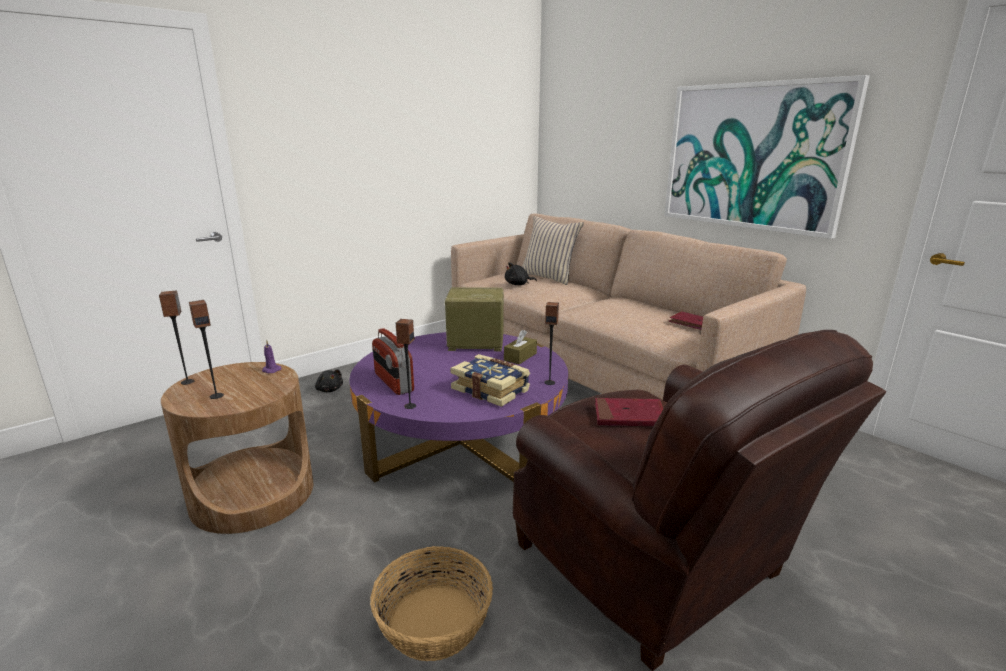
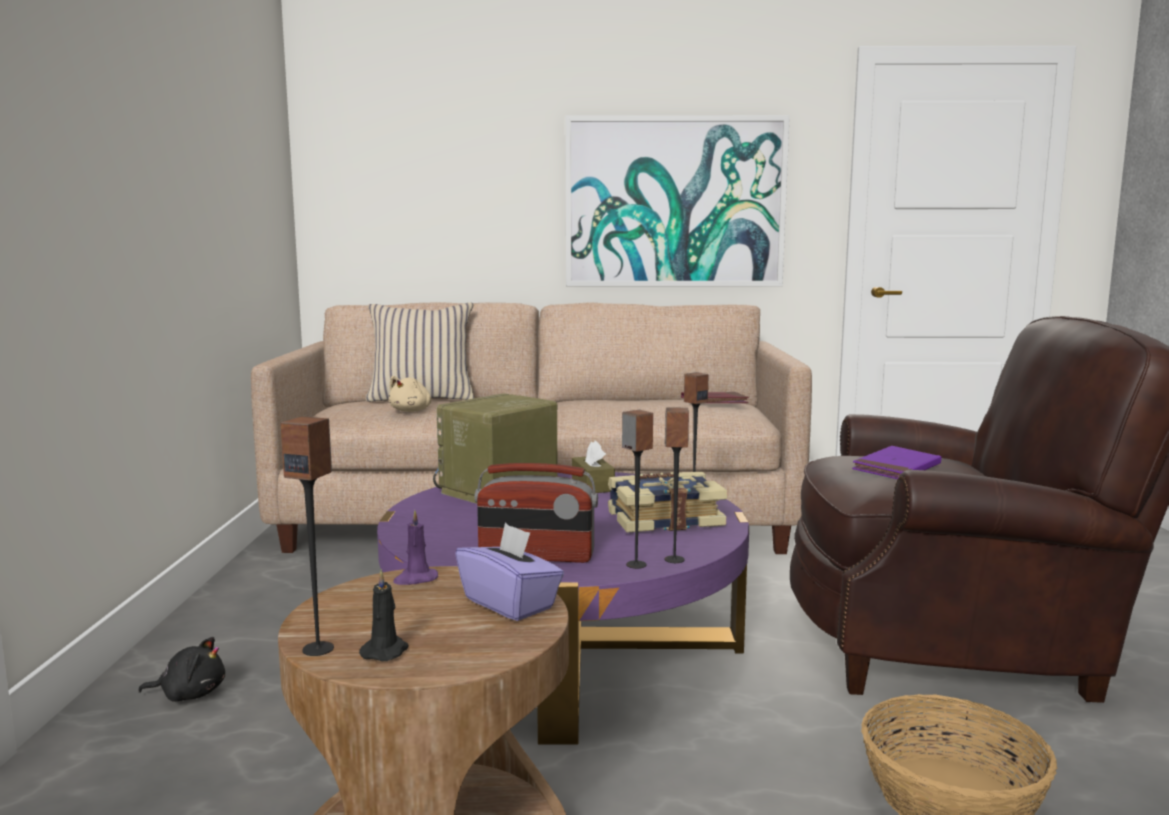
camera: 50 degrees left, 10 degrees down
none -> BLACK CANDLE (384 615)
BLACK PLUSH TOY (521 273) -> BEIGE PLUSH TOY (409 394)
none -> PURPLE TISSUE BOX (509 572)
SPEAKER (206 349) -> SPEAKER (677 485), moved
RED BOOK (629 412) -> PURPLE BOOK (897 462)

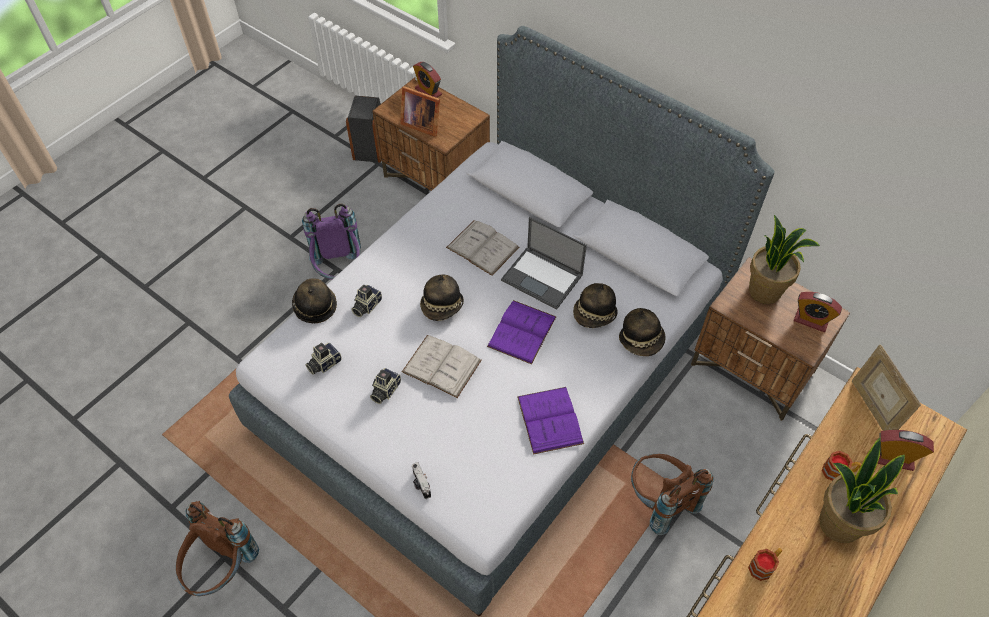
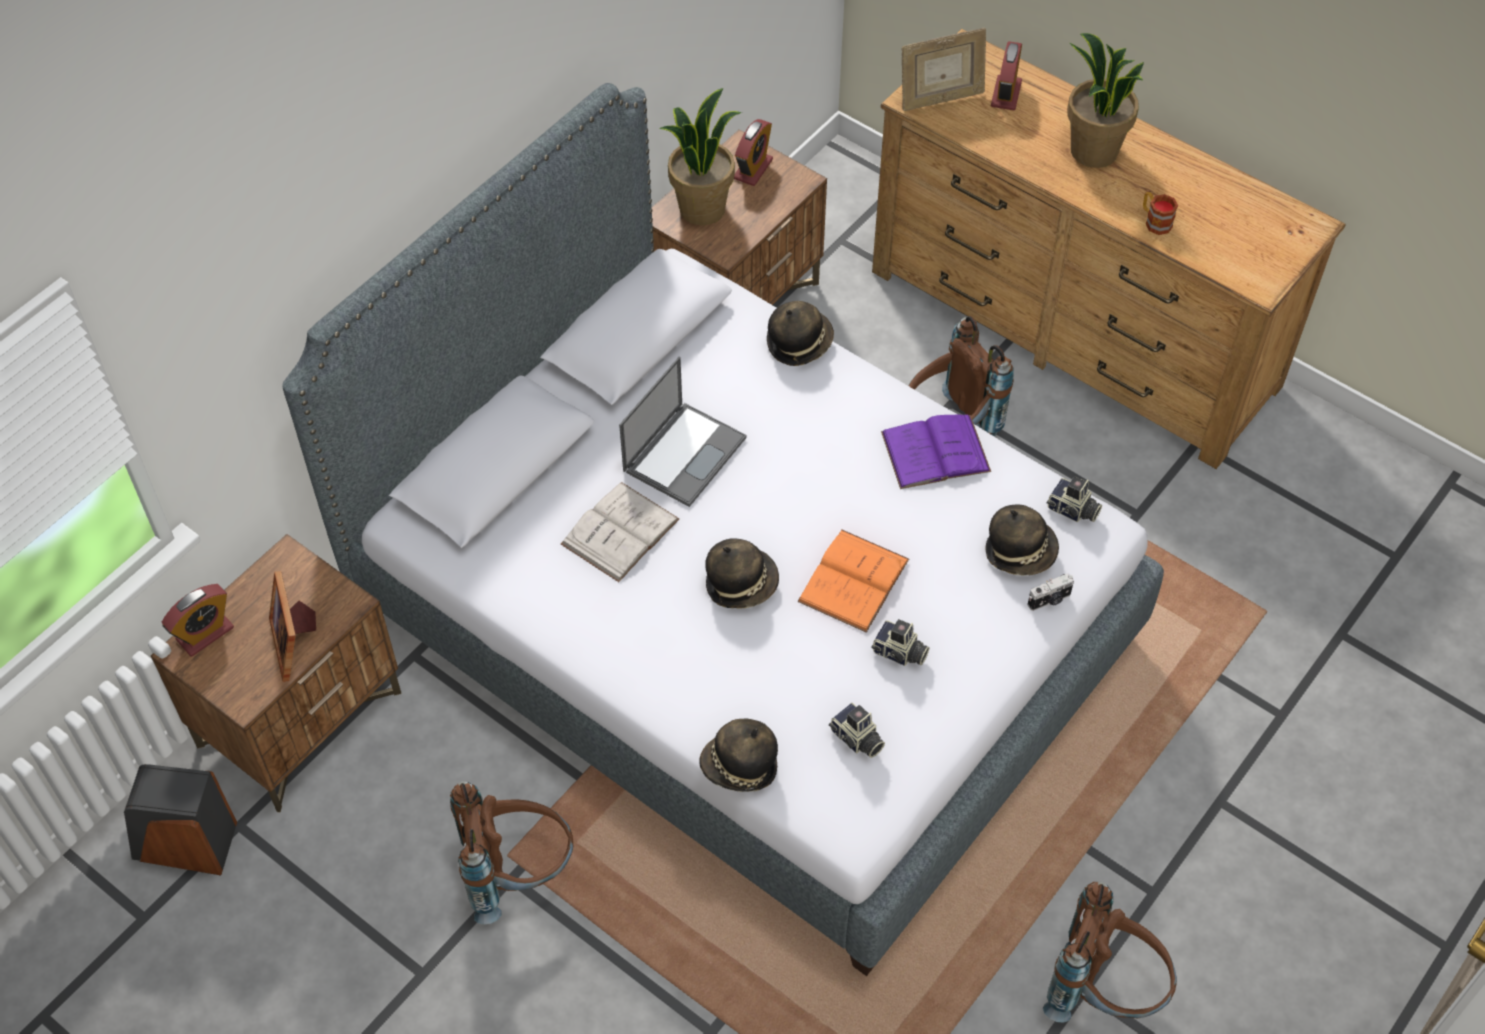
camera: 90 degrees left, 0 degrees up
PICTURE FRAME (420 111) -> PICTURE FRAME (292 626), 135 degrees clockwise
PURPLE BACKPACK (331 242) -> BROWN BACKPACK (511 852)
WHITE BOOK (442 366) -> ORANGE BOOK (853 581)
HAT (595 305) -> HAT (1022 540), moved
PHOTO CAMERA (367 301) -> PHOTO CAMERA (1074 499), moved
PURPLE BOOK (521 332) -> none
MUG (841 466) -> none

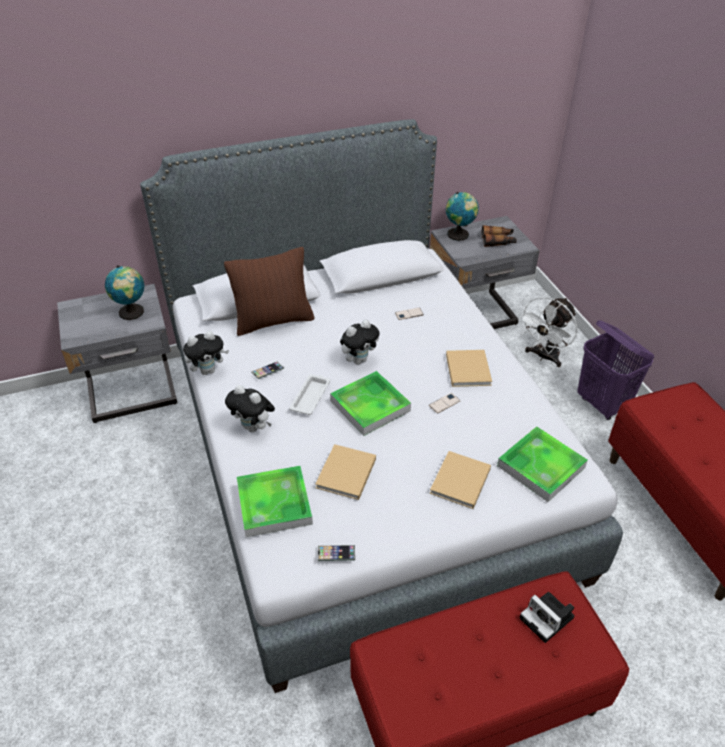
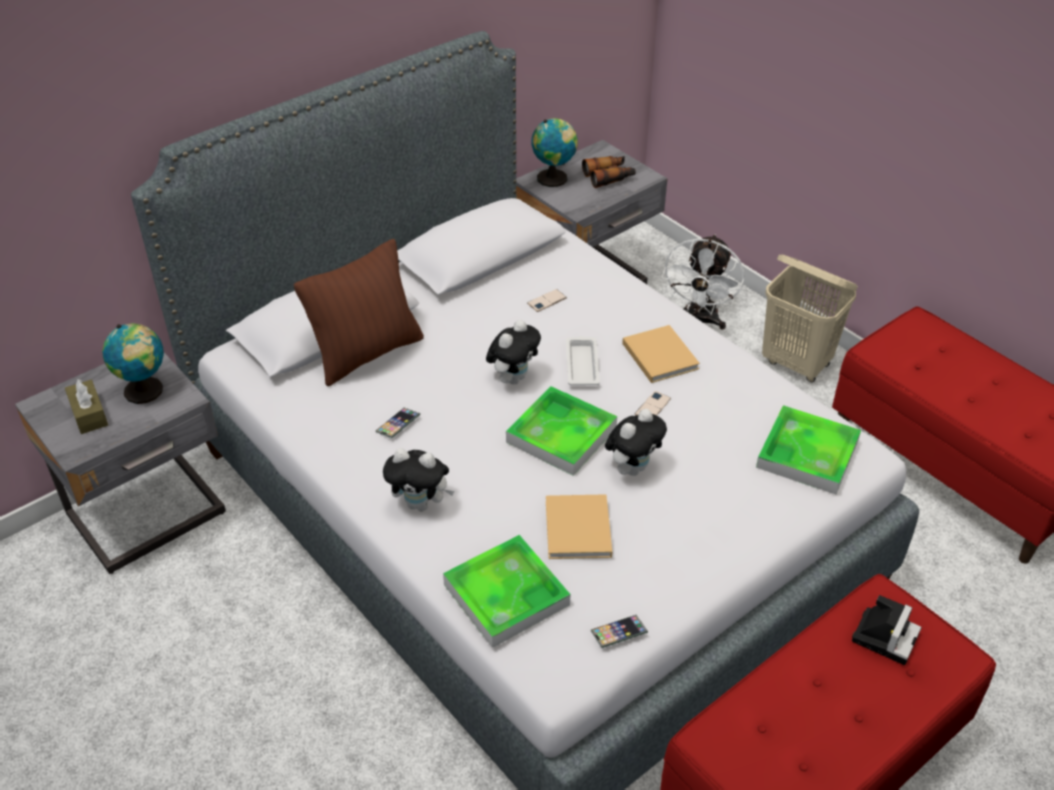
camera: 20 degrees left, 0 degrees up
none -> BROWN TISSUE BOX (86 406)
WHITE TRAY (309 394) -> WHITE TRAY (583 360), moved
PLUSH TOY (206 353) -> PLUSH TOY (636 442), moved
PURPLE LAUNDRY BASKET (616 370) -> BEIGE LAUNDRY BASKET (810 318)
PHOTO CAMERA (547 617) -> PHOTO CAMERA (887 630), 90 degrees counterclockwise
BEIGE BOOK (460 480) -> none

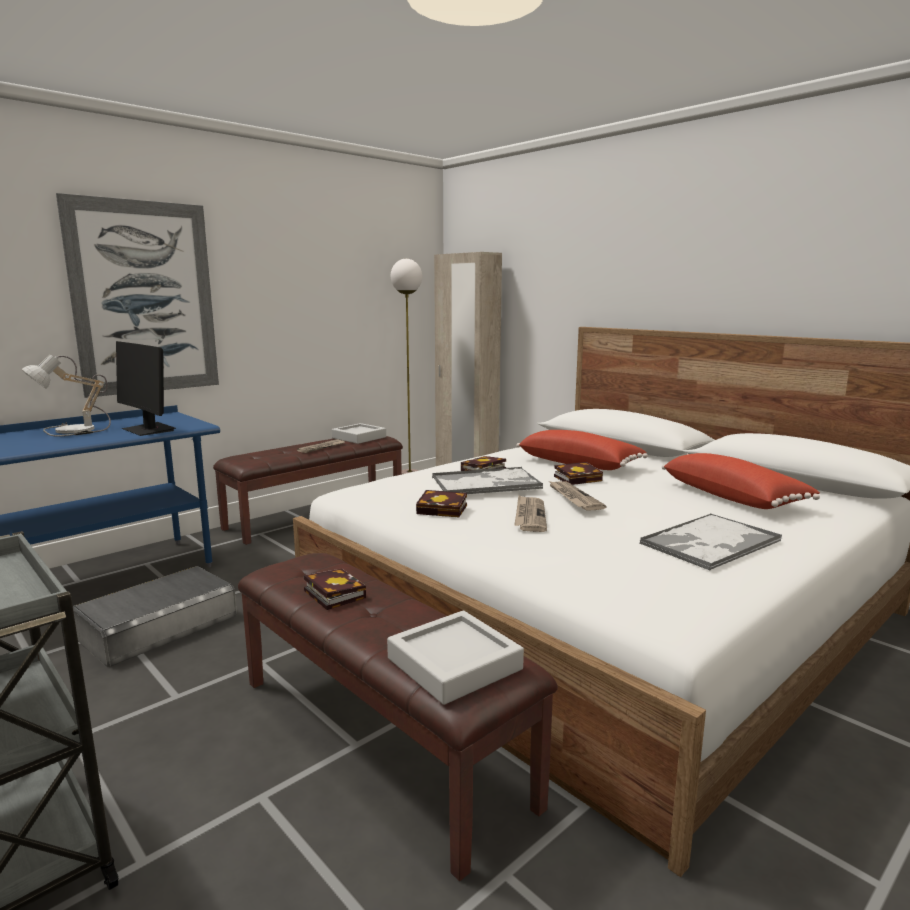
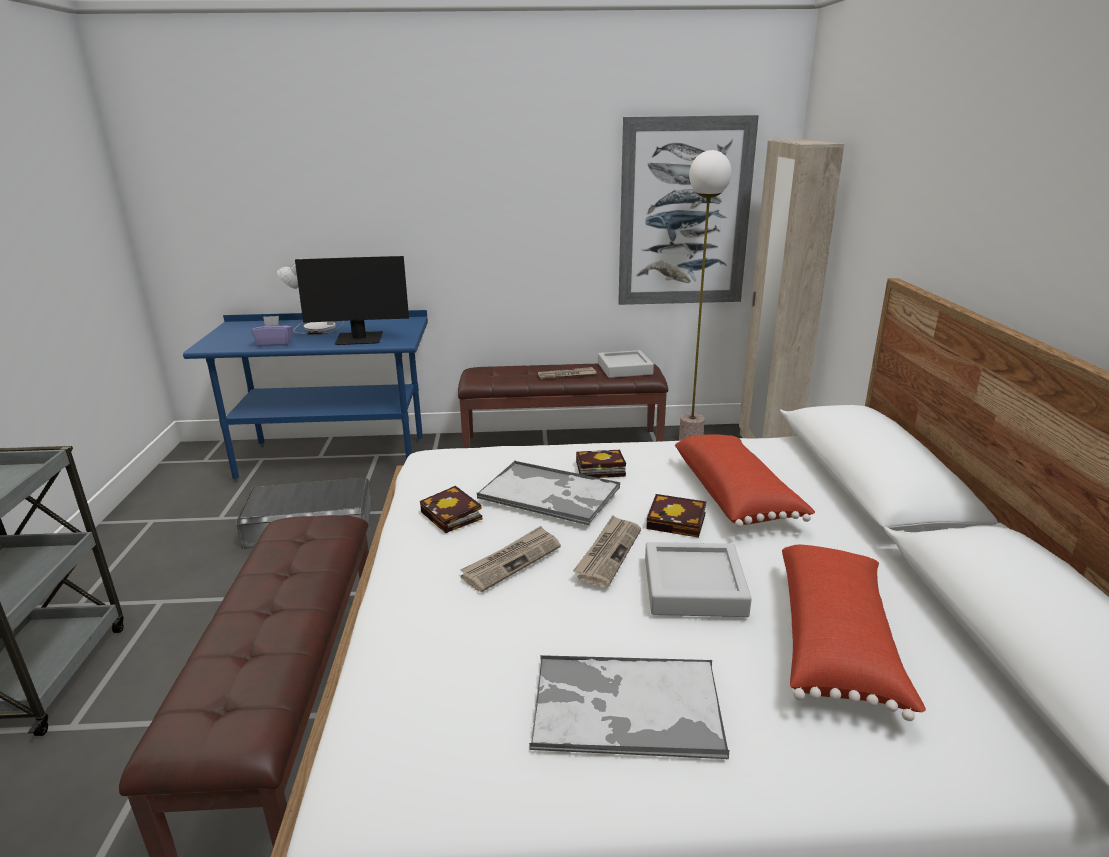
camera: 40 degrees right, 10 degrees up
none -> PURPLE TISSUE BOX (271 331)
MONITOR (146 388) -> MONITOR (352 300), 90 degrees counterclockwise
PICTURE (137 295) -> PICTURE (688 210), moved
GREY TRAY (455 657) -> GREY TRAY (698 579), moved
BOOK (335 589) -> none

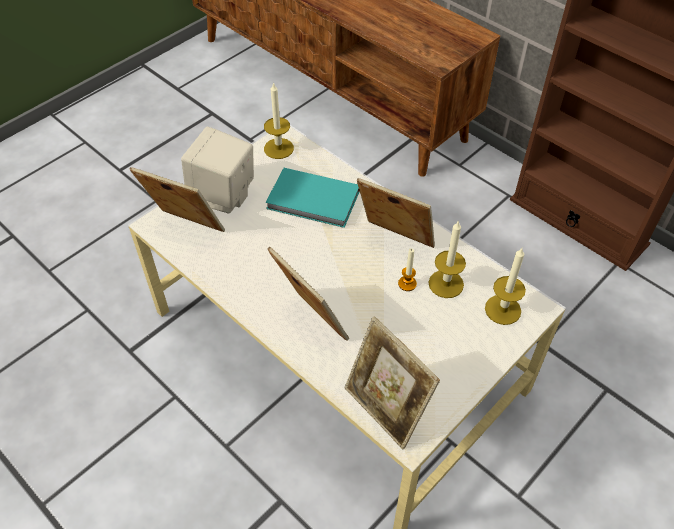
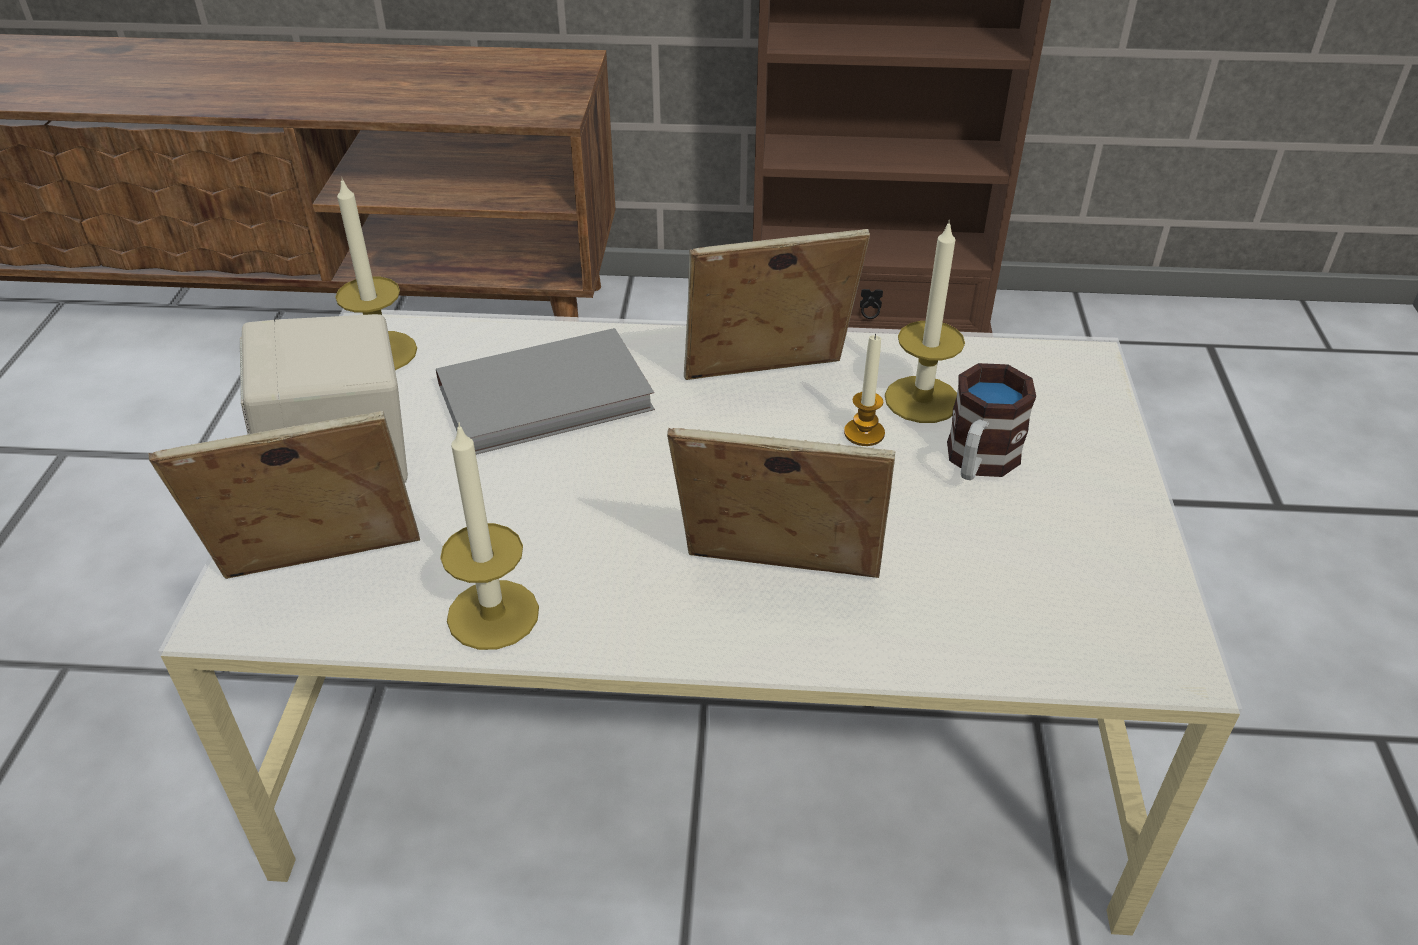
camera: 40 degrees left, 10 degrees down
TURQUOISE BOOK (312 198) -> GREY BOOK (545 391)
CANDLE (505 286) -> CANDLE (489 536), moved
none -> MUG (991 421)
PICTURE FRAME (392 382) -> none

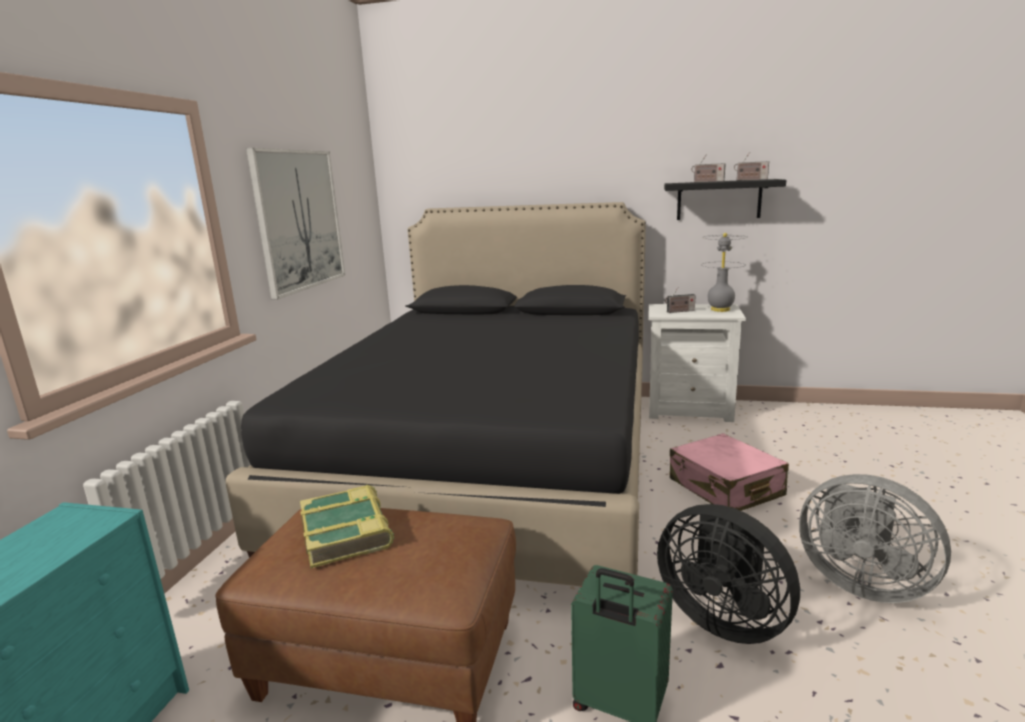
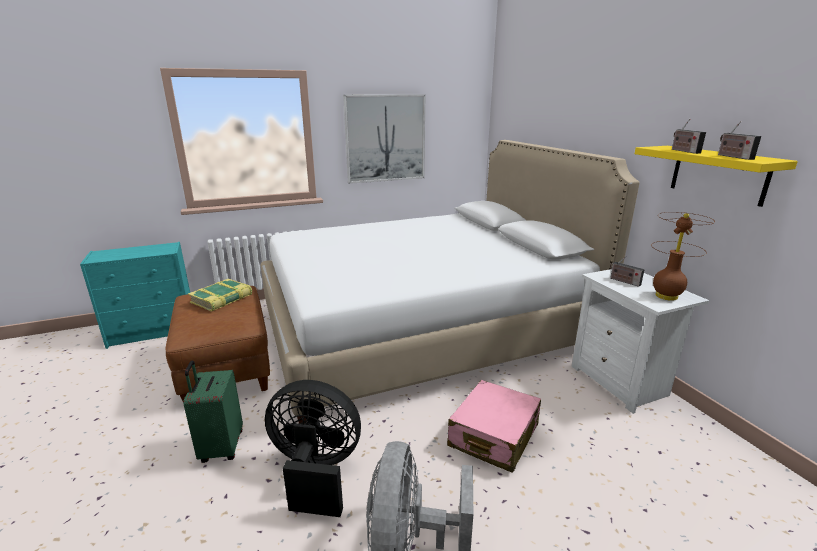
camera: 55 degrees right, 5 degrees up
BLACK BED (435 394) -> WHITE BED (450 281)
BLACK FAN (728 574) -> BLACK FAN (313 448), 90 degrees clockwise
BLACK SHELF (725 199) -> YELLOW SHELF (716 176)
GREY TABLE LAMP (724 272) -> BROWN TABLE LAMP (683 256)

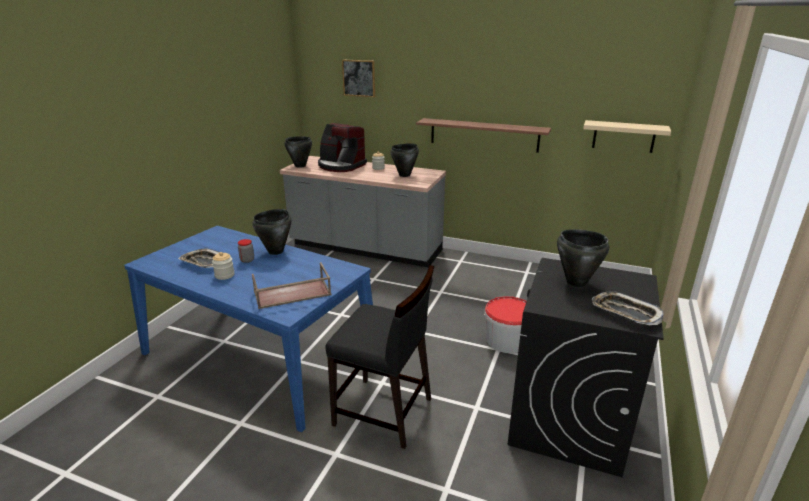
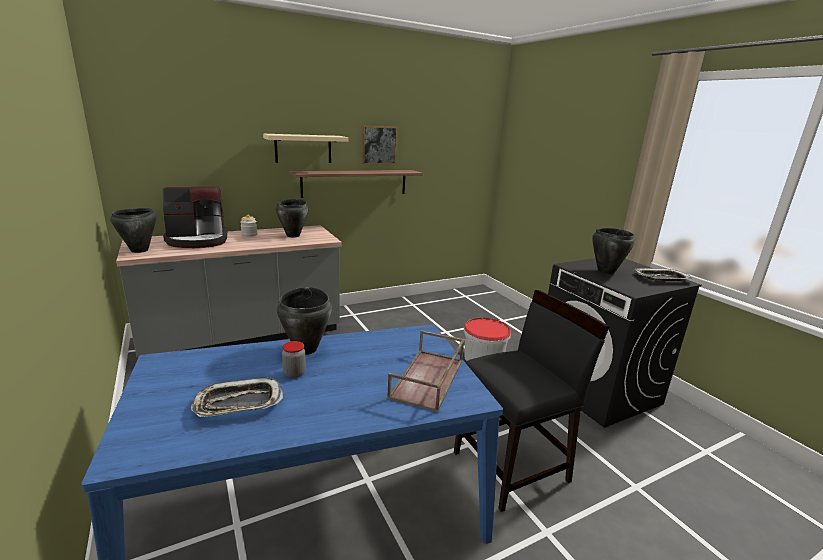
camera: 50 degrees left, 5 degrees down
BEIGE SHELF (627 136) -> BEIGE SHELF (305 148), moved
PICTURE (358 78) -> PICTURE (380 145), moved
JAR (223 266) -> none

